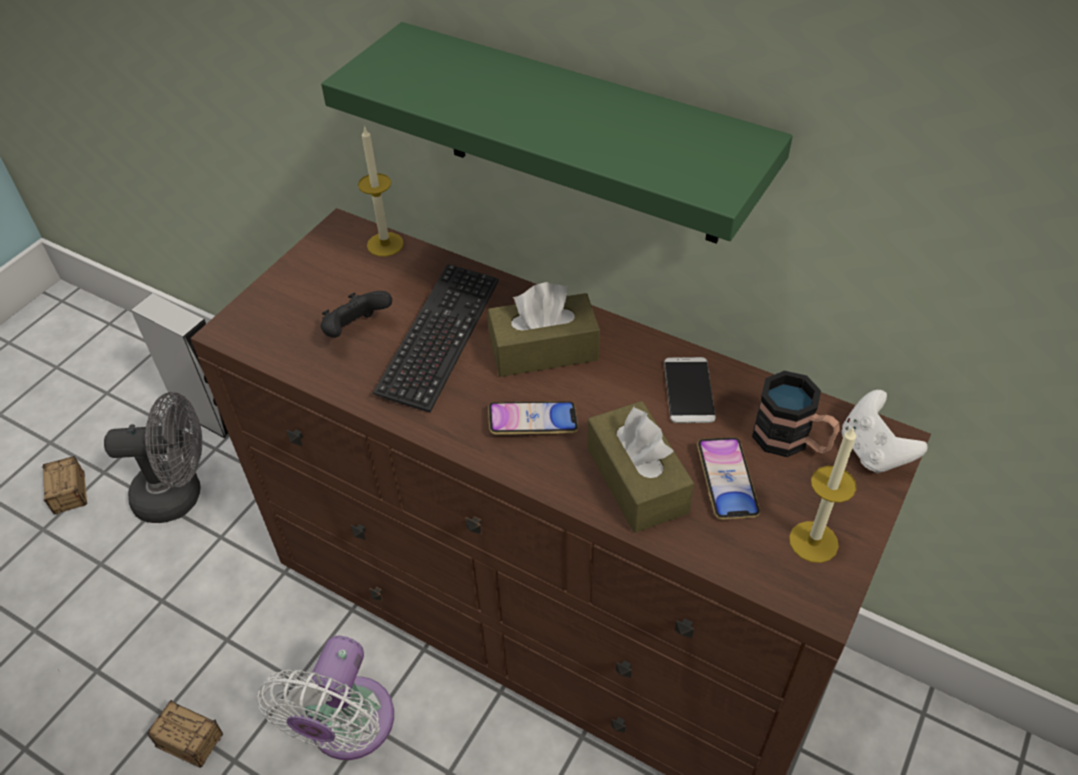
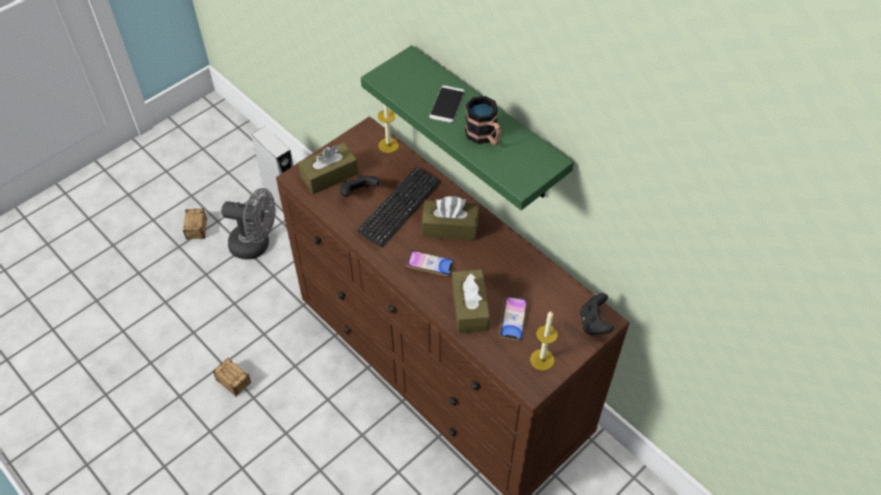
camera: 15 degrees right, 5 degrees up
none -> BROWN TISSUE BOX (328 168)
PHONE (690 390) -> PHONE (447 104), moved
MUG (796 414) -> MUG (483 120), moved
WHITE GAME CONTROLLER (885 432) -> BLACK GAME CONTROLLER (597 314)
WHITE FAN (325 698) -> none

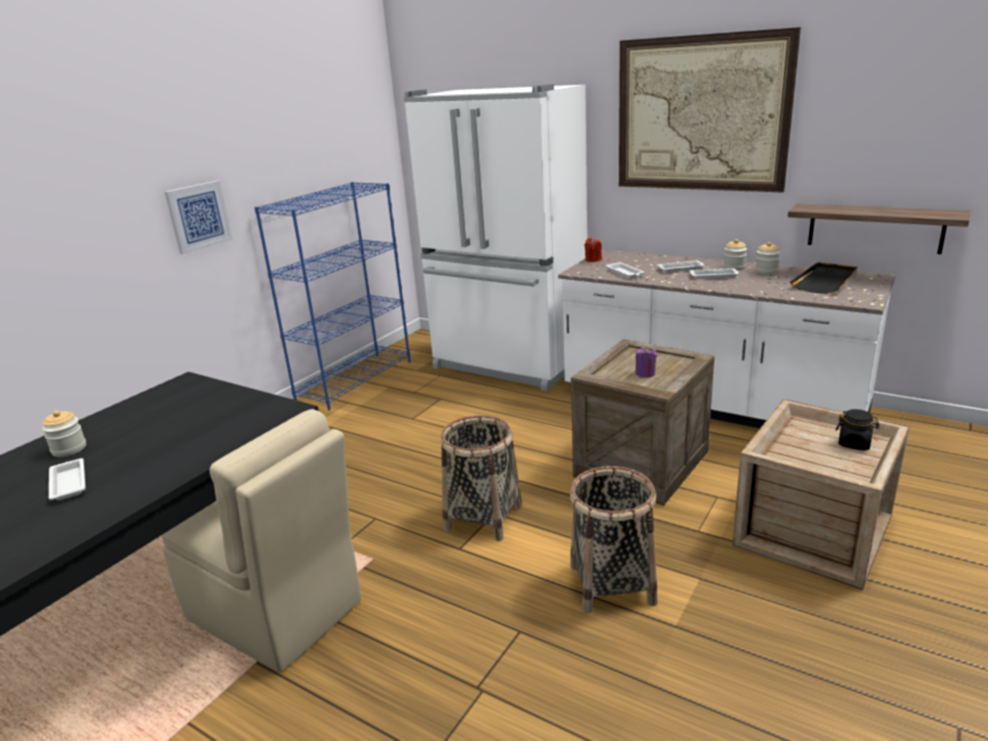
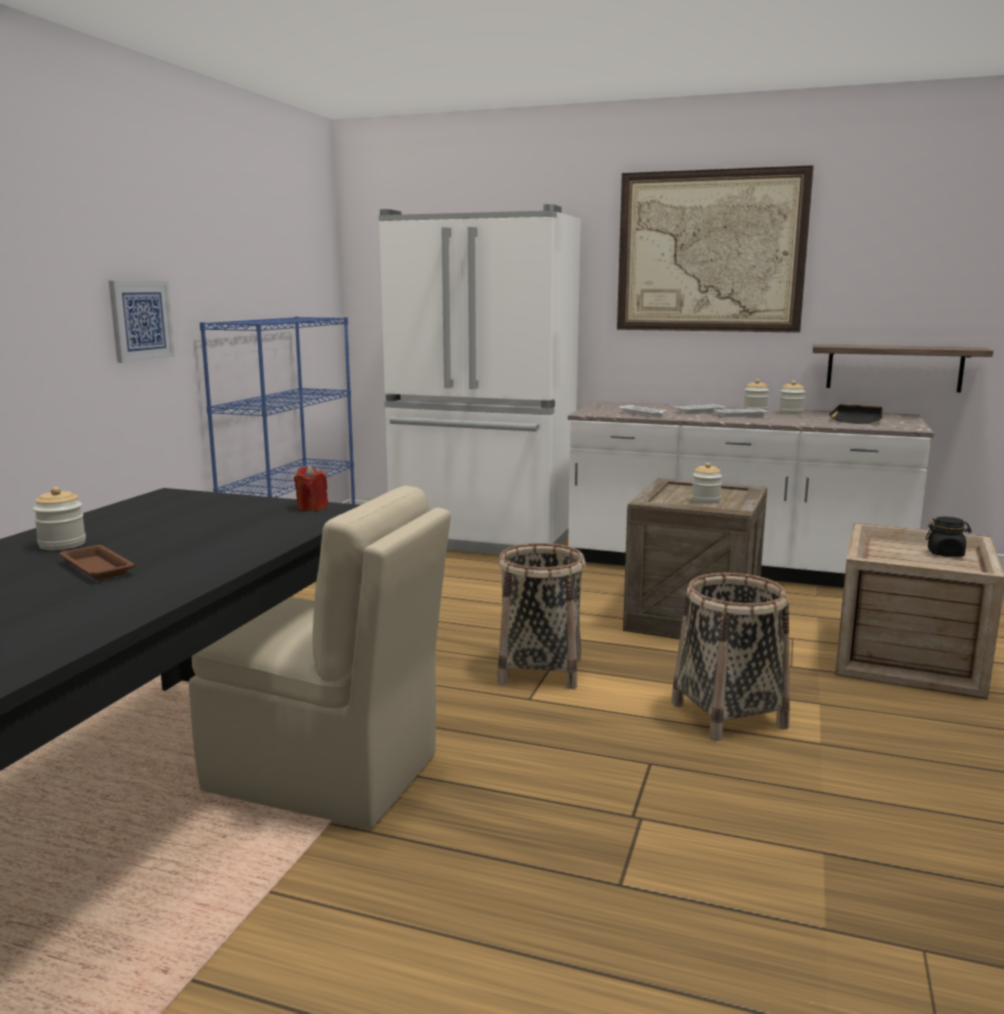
camera: 15 degrees left, 10 degrees down
WHITE TRAY (67 479) -> BROWN TRAY (97 562)
RED CANDLE (593 250) -> RED CANDLE (311 488), moved
PURPLE CANDLE (646 362) -> JAR (707 483)

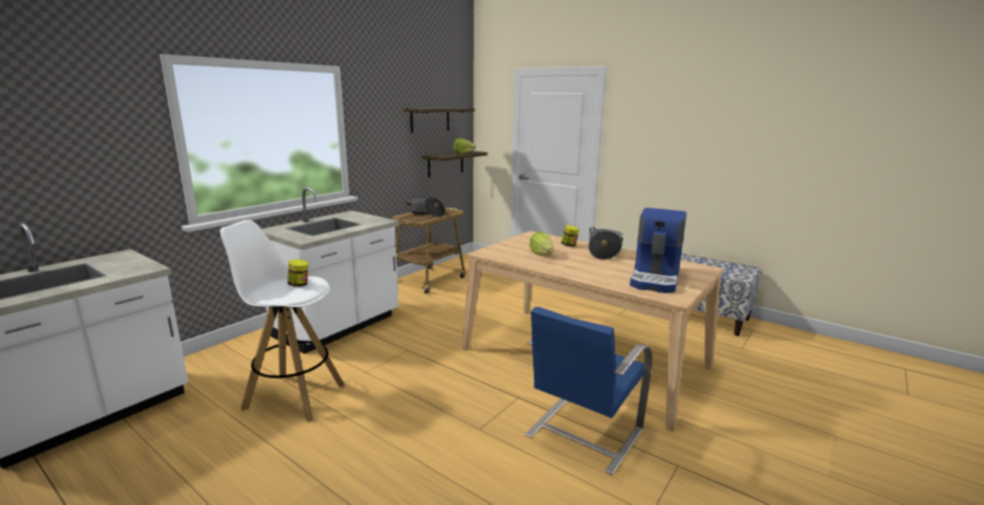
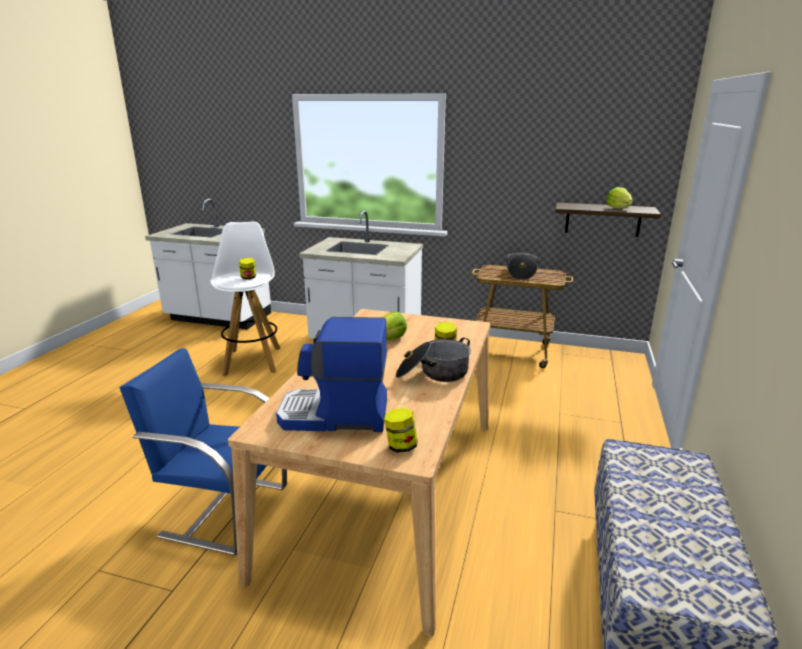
camera: 70 degrees right, 5 degrees up
none -> JAR (401 430)
SHELF (439 120) -> none

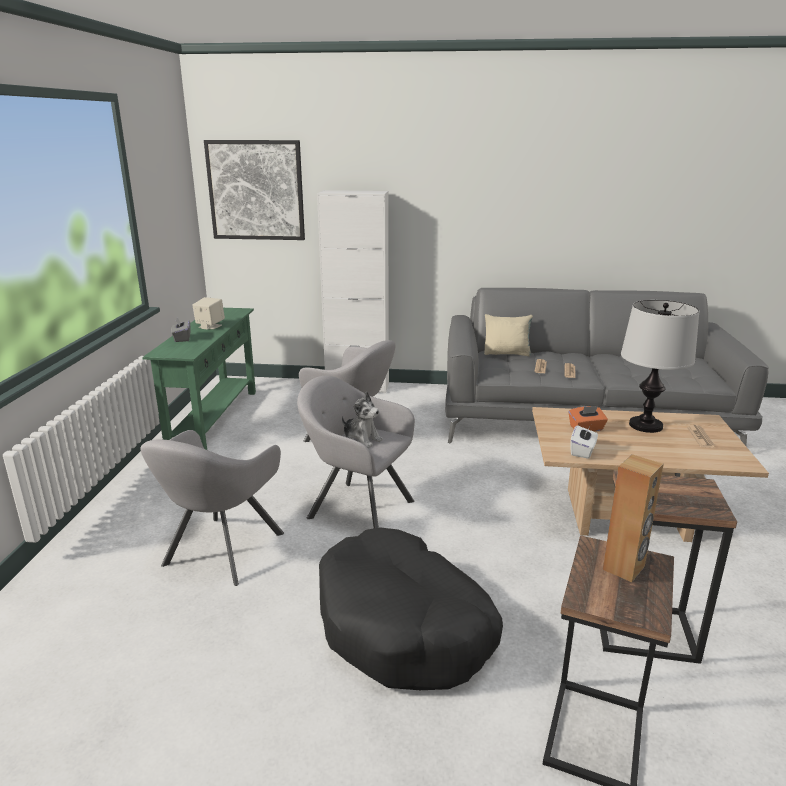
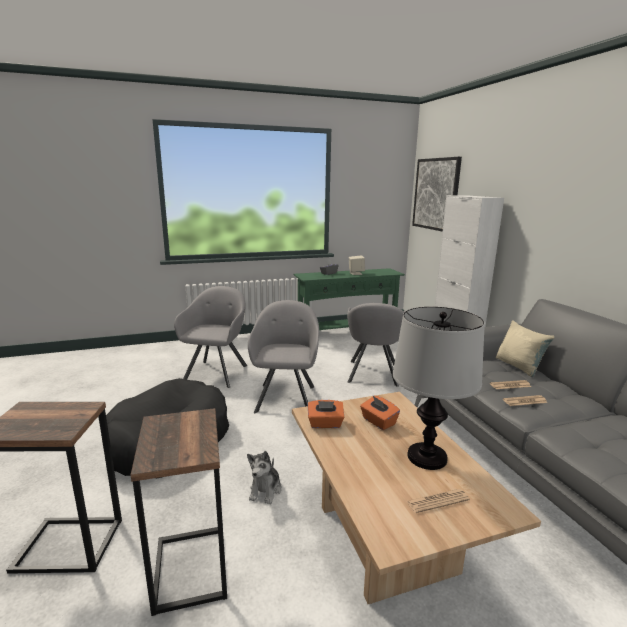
camera: 65 degrees right, 5 degrees down
GREY ARMCHAIR (212 508) -> GREY ARMCHAIR (210 337), 105 degrees clockwise
PLUSH TOY (362 420) -> PLUSH TOY (264 477), moved
WHITE TISSUE BOX (584 442) -> ORANGE TISSUE BOX (326 414)
BROWN SPEAKER (633 518) -> none

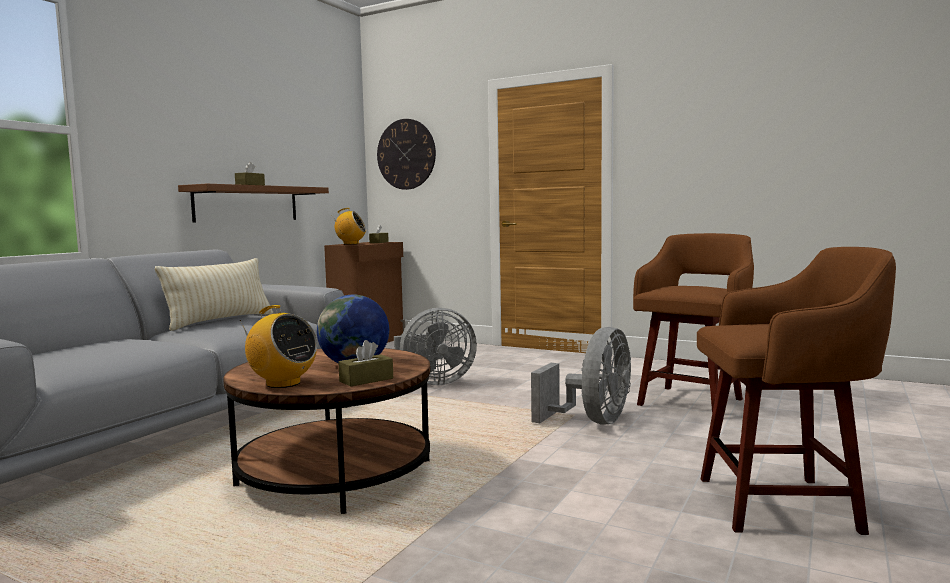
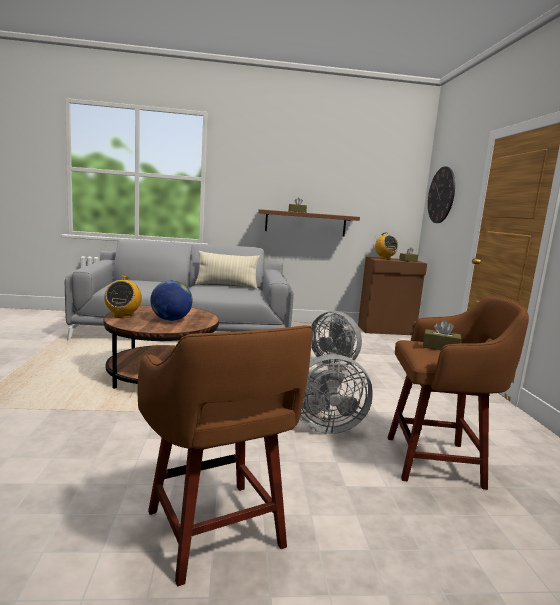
camera: 55 degrees right, 5 degrees up
BROWN TISSUE BOX (365 363) -> BROWN TISSUE BOX (442 335), moved

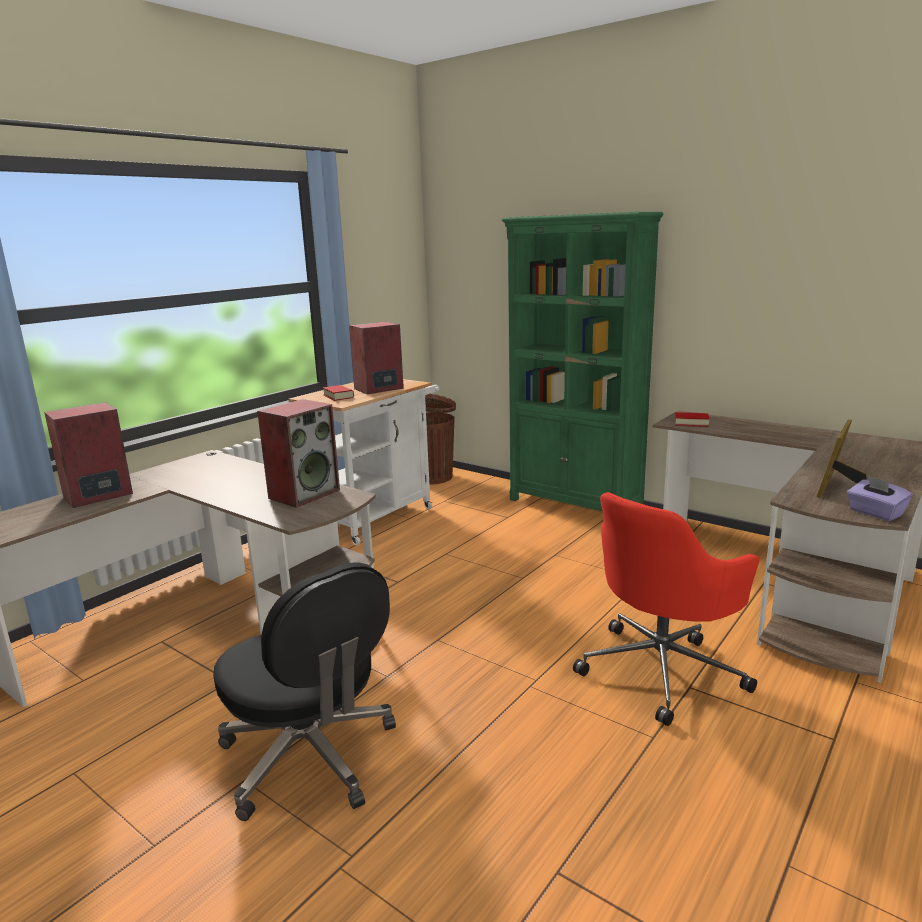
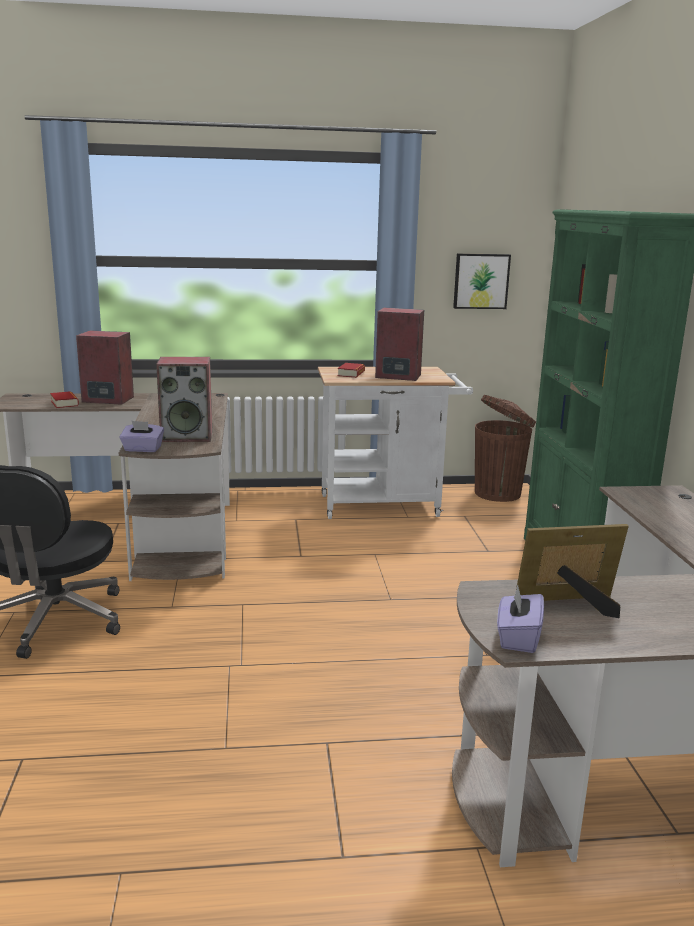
camera: 45 degrees right, 0 degrees up
BOOK (692 419) -> BOOK (64 399), moved
none -> PURPLE TISSUE BOX (141 436)
none -> PICTURE (482 281)
RED OFFICE CHAIR (666 609) -> none

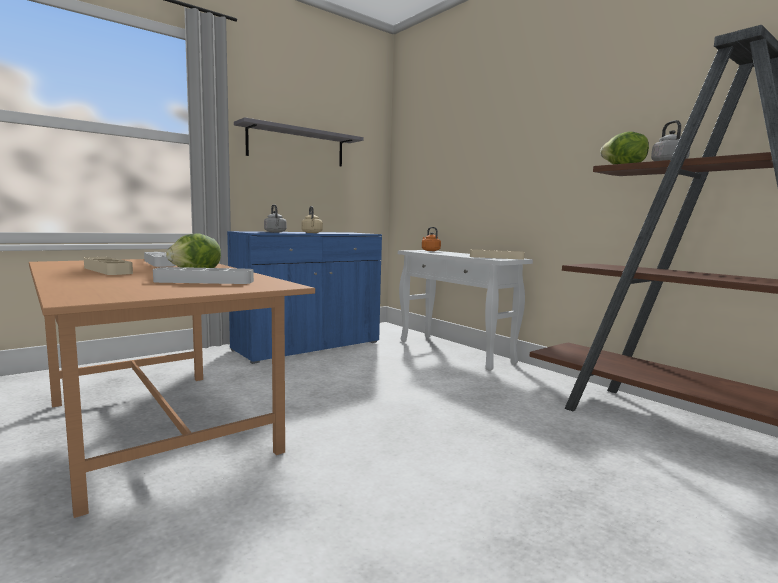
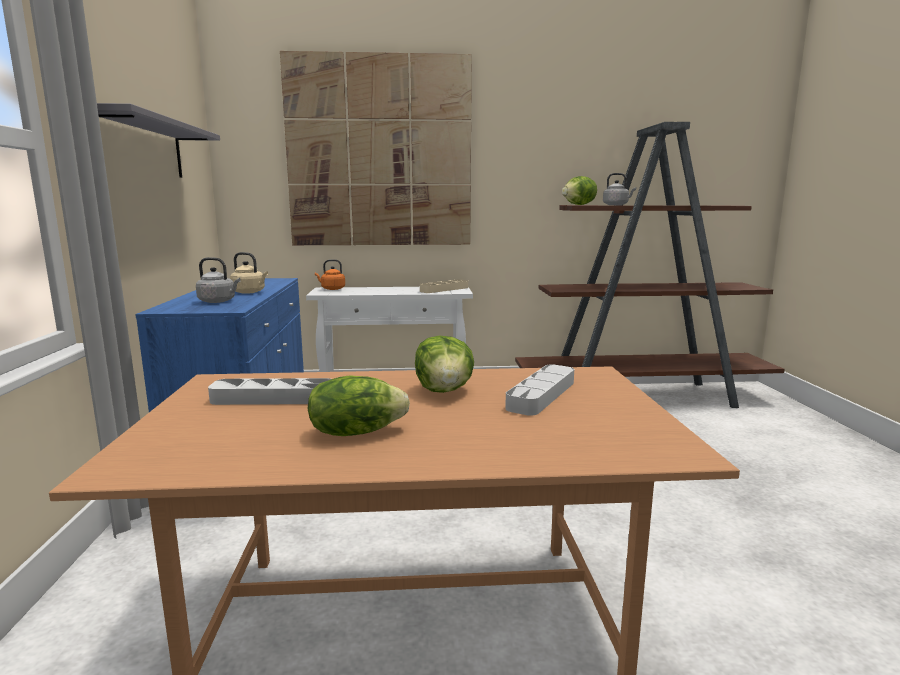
camera: 55 degrees left, 5 degrees up
none -> PICTURE (376 148)
BEIGE TRAY (108 266) -> LETTUCE (359 405)

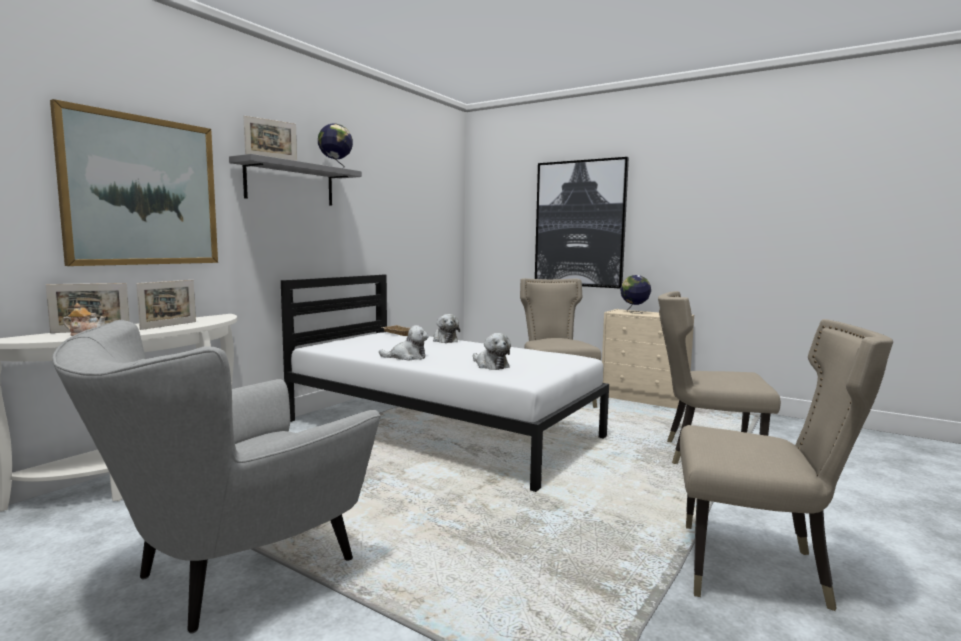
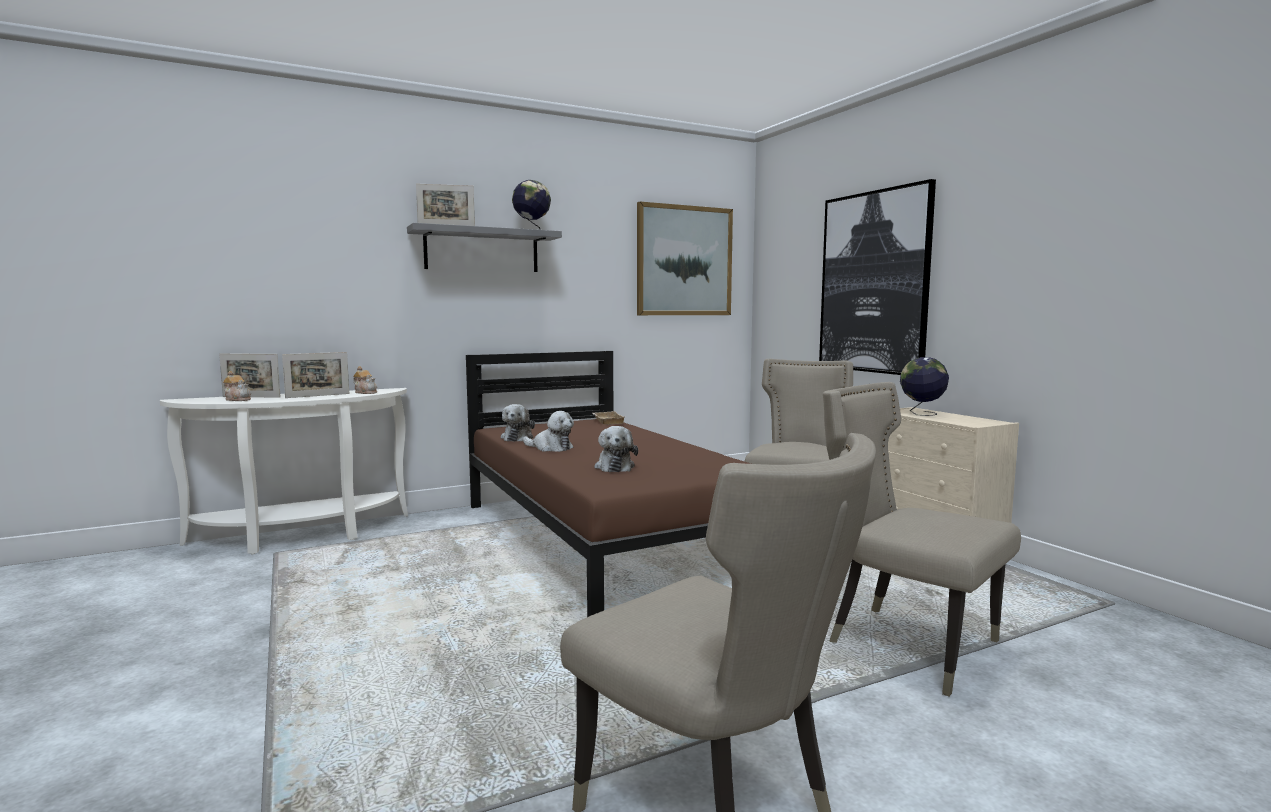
camera: 30 degrees right, 0 degrees up
none -> TEAPOT (365 380)
WHITE BED (445 383) -> BROWN BED (608 484)
PLUSH TOY (446 328) -> PLUSH TOY (518 423), moved
PICTURE (134 182) -> PICTURE (685 258), moved
GREY ARMCHAIR (216 477) -> none

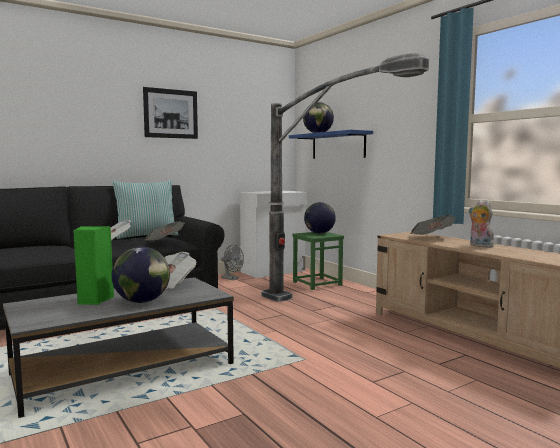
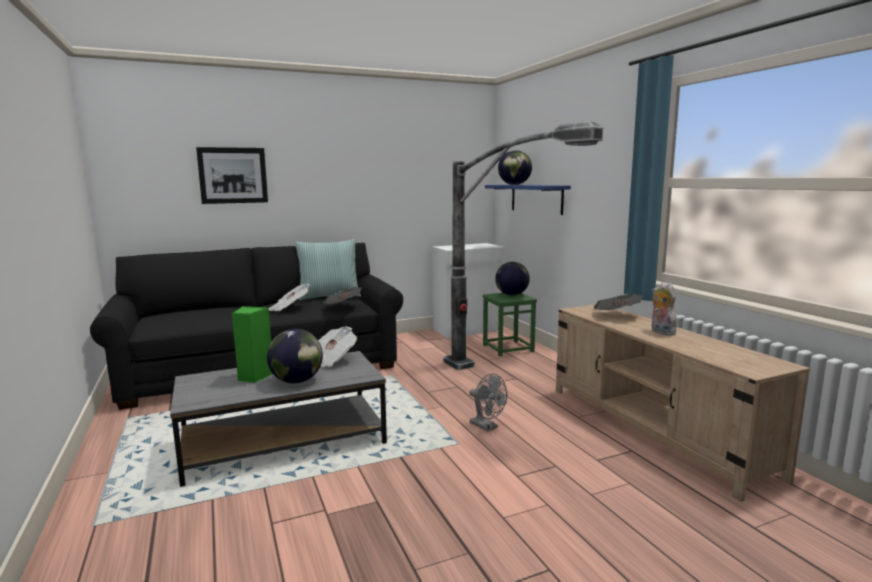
camera: 10 degrees right, 5 degrees up
PICTURE (170 113) -> PICTURE (232 175), moved
GREY FAN (232 262) -> GREY FAN (488 403), moved

